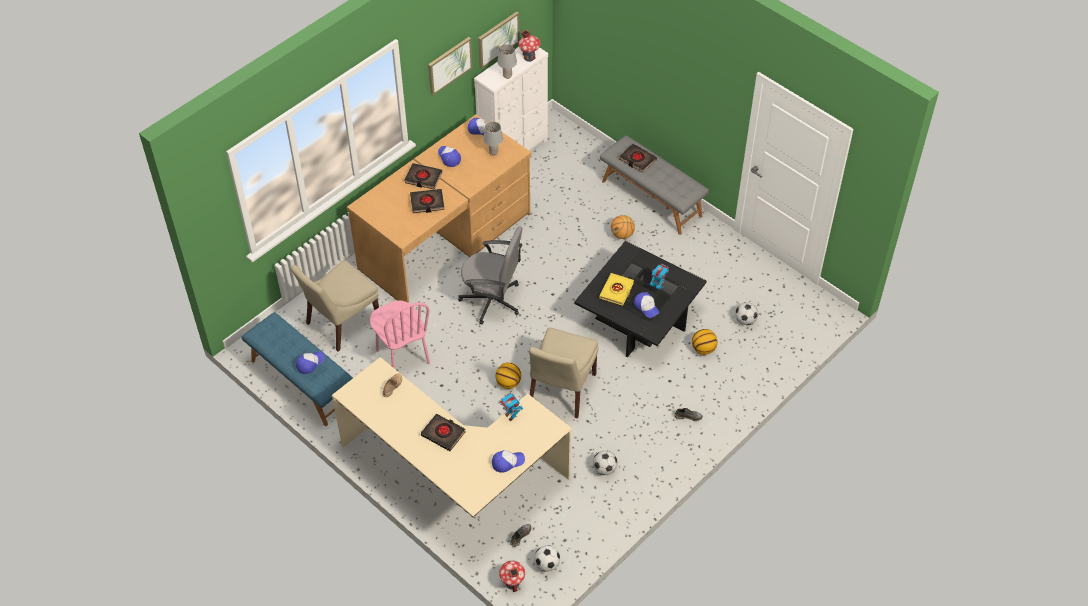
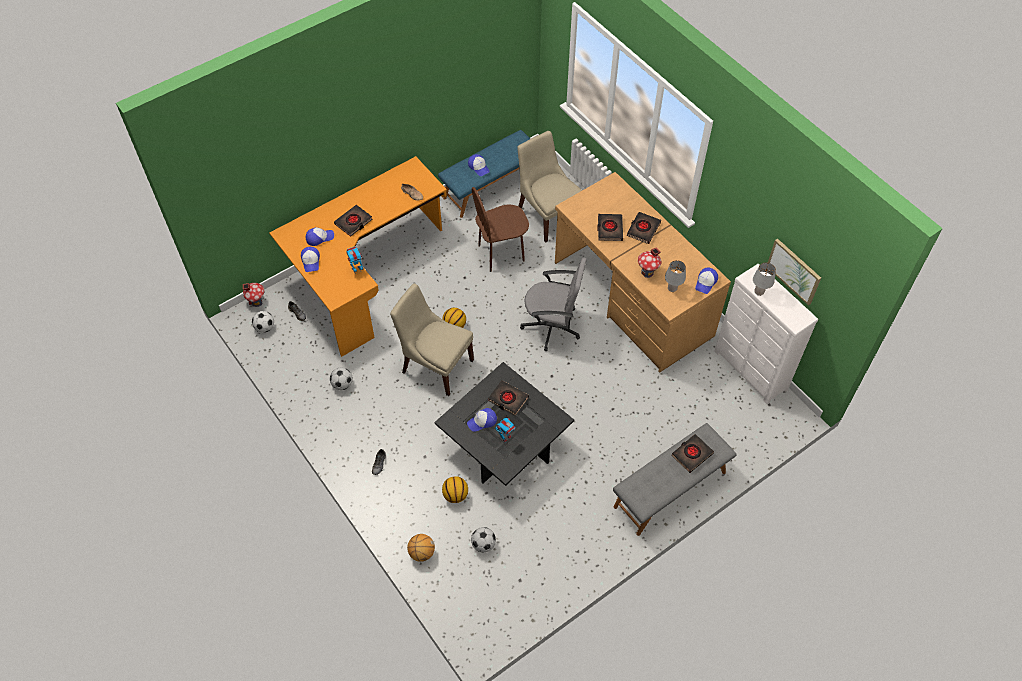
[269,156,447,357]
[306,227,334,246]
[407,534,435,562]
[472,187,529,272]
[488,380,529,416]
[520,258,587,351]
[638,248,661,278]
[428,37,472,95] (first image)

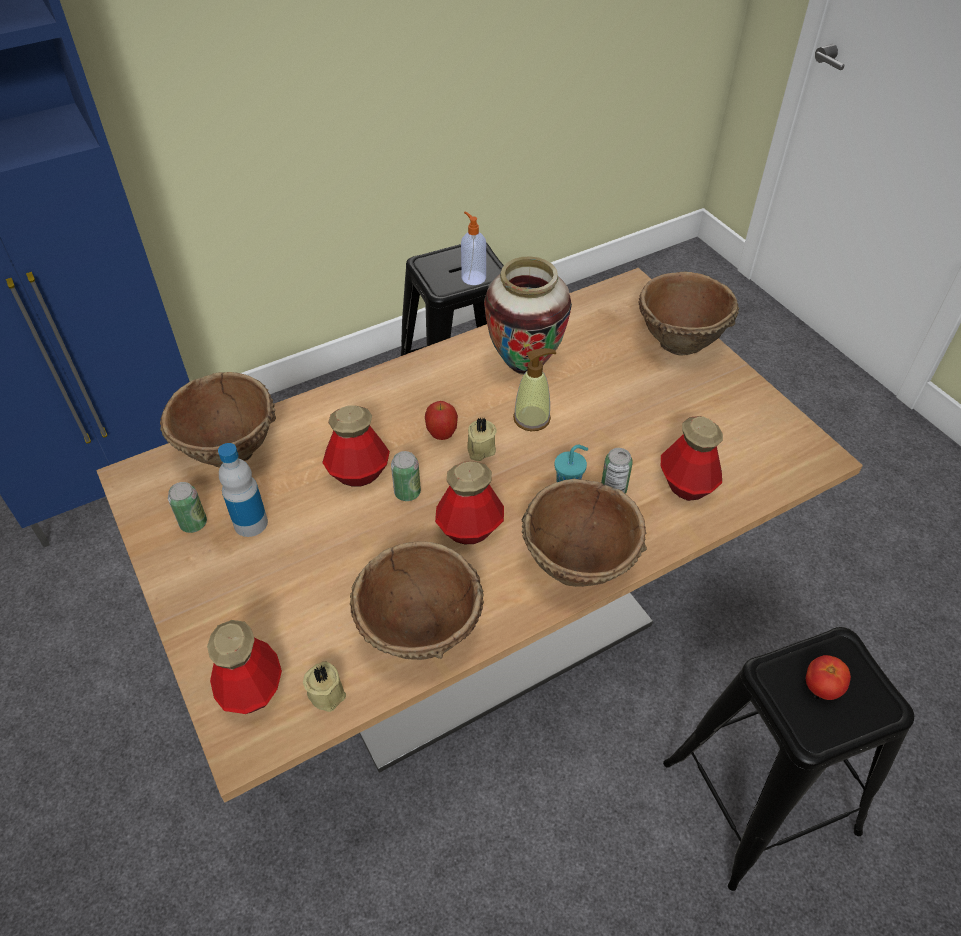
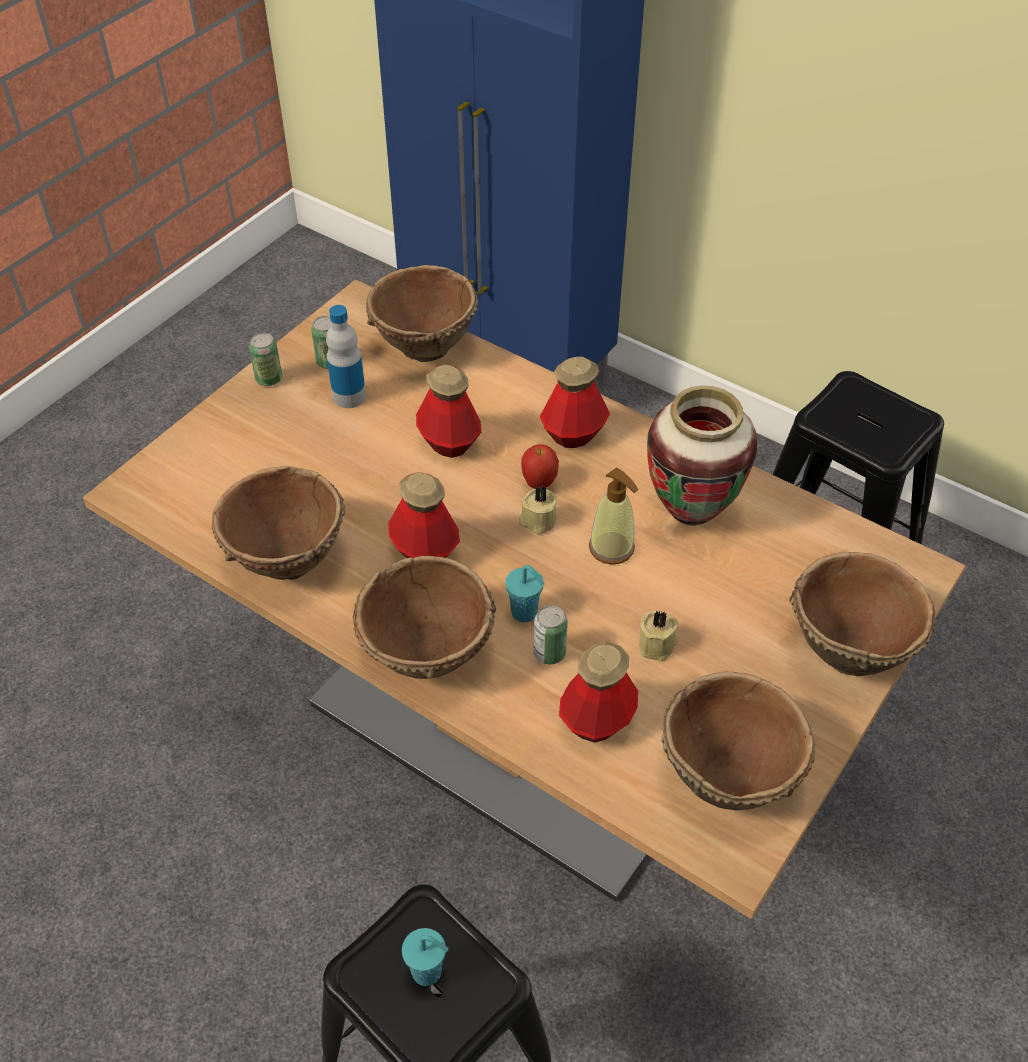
[249,333,282,386]
[402,928,449,986]
[540,357,610,448]
[639,611,678,662]
[661,671,815,810]
[461,211,486,285] (first image)

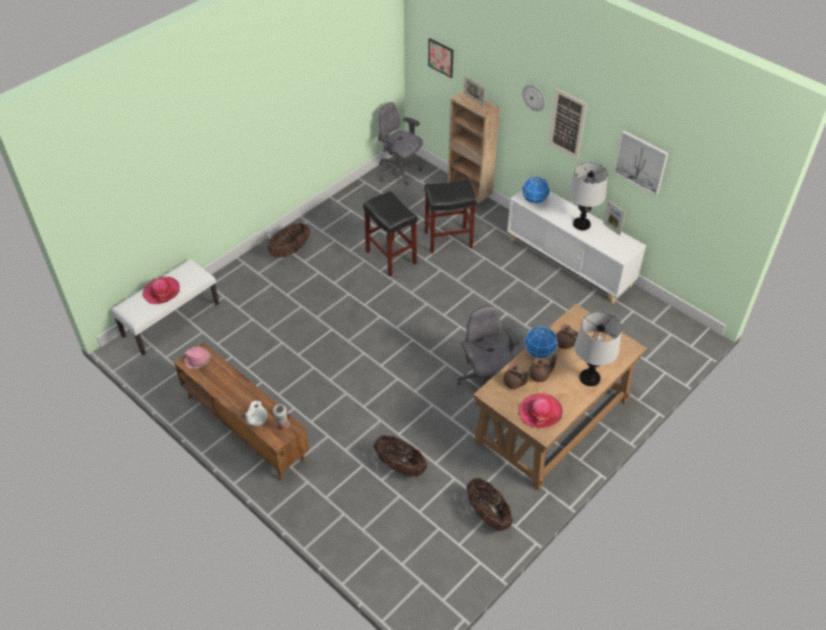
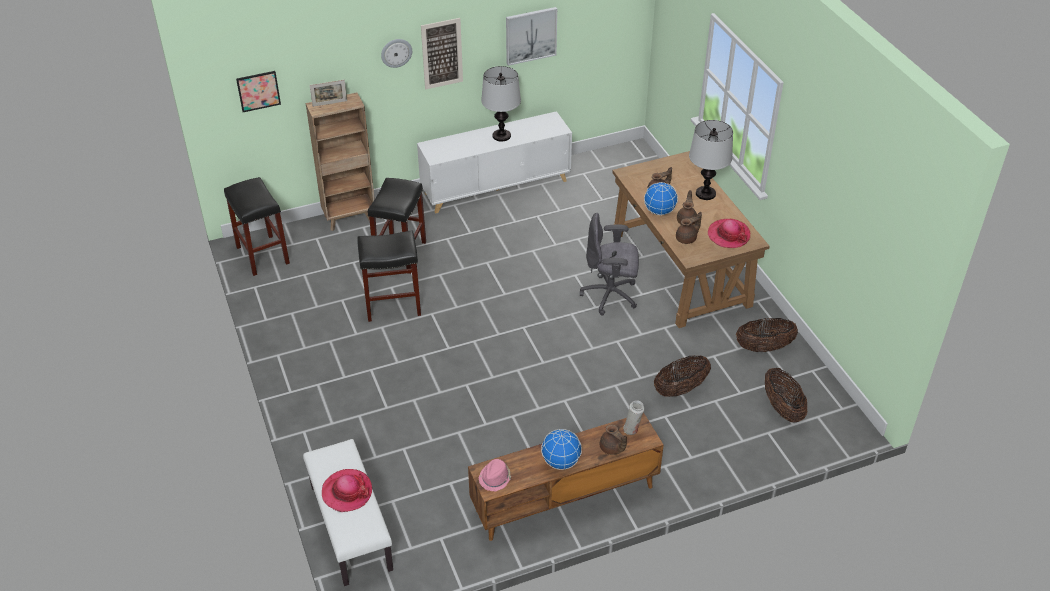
[224,177,290,276]
[541,429,582,470]
[600,424,627,455]
[765,368,807,422]
[603,201,626,236] (first image)

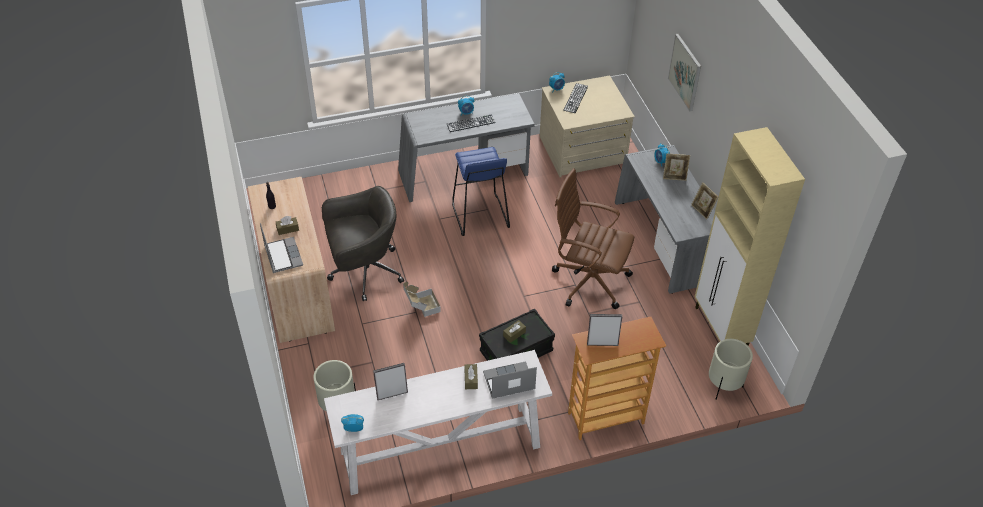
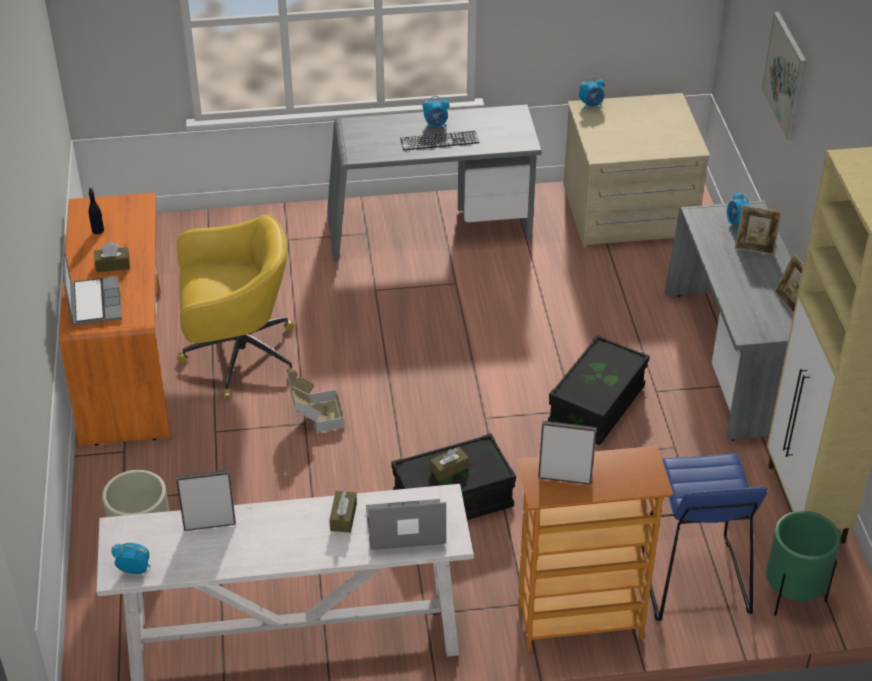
[59,193,170,446]
[177,215,297,399]
[548,335,650,446]
[641,453,767,621]
[766,511,840,616]
[563,83,588,113] (first image)

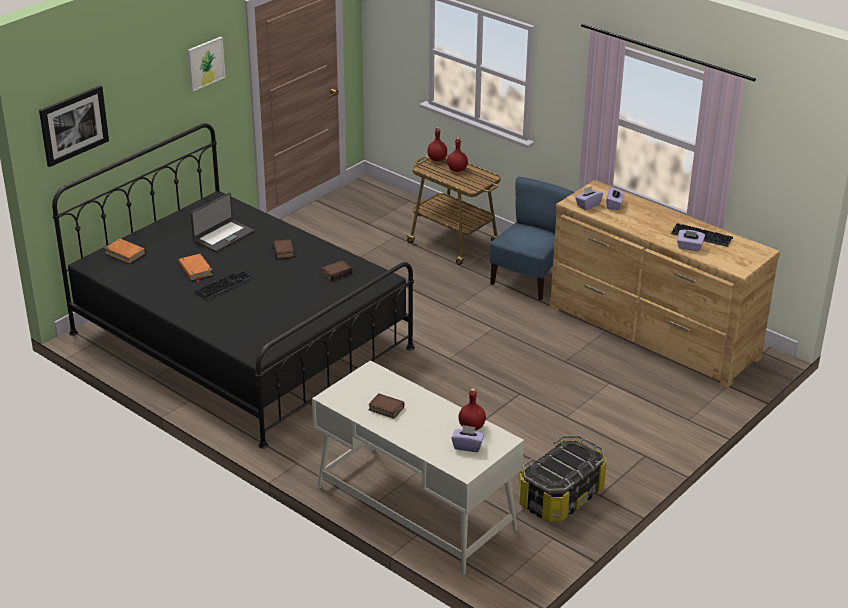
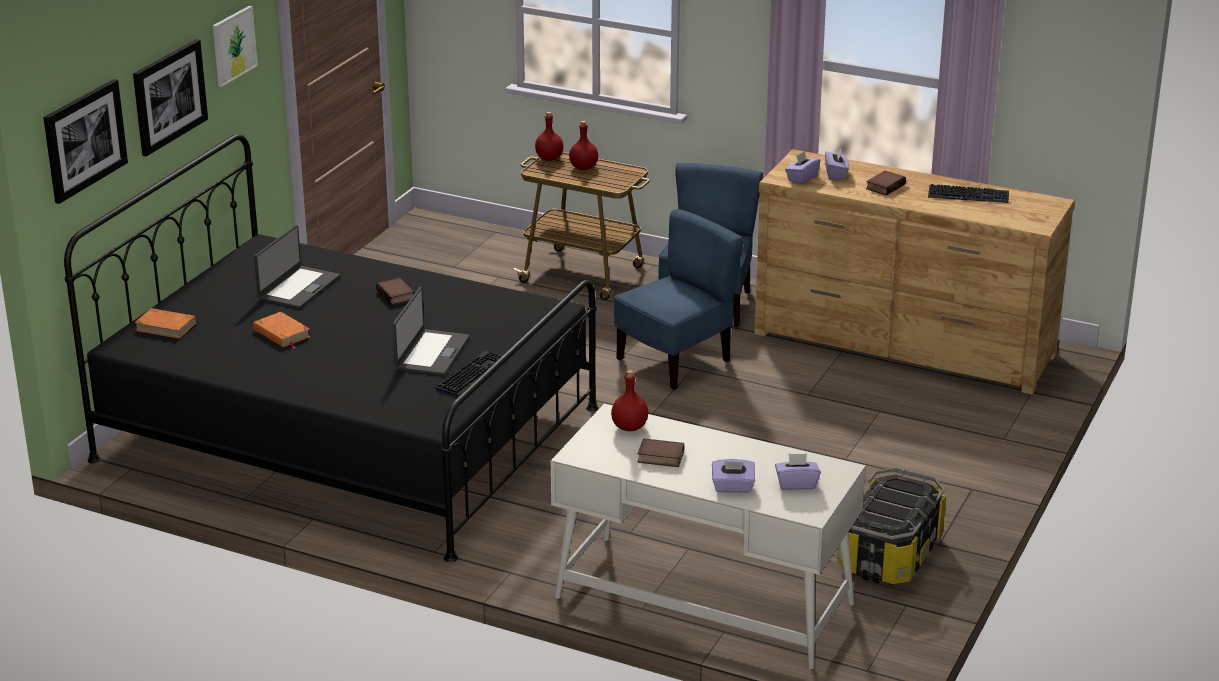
[133,39,208,156]
[392,287,469,375]
[436,350,502,396]
[611,370,648,431]
[614,209,744,390]
[712,459,755,493]
[866,171,906,196]

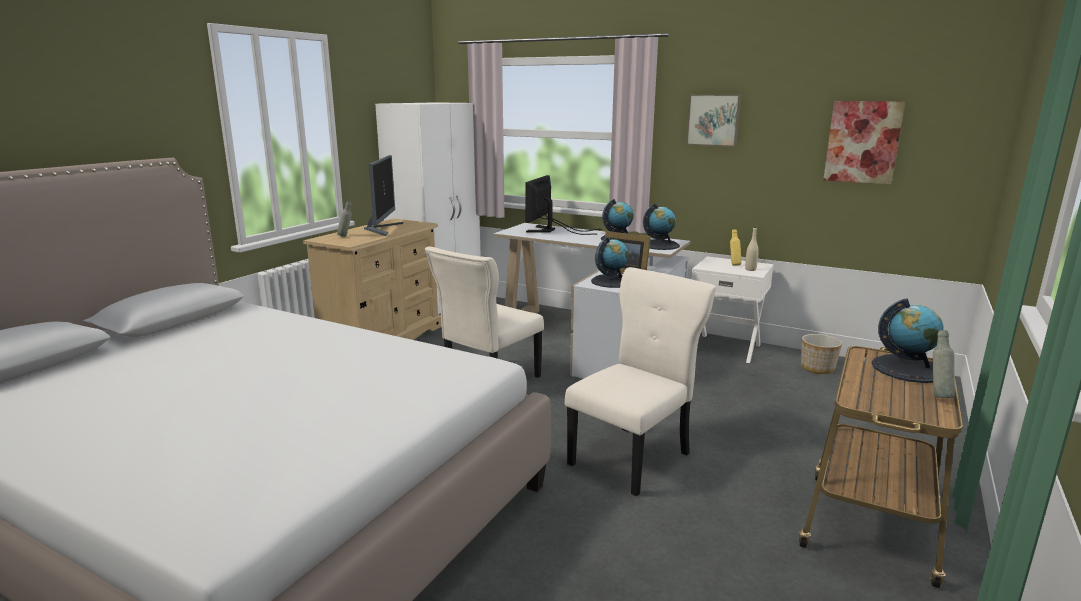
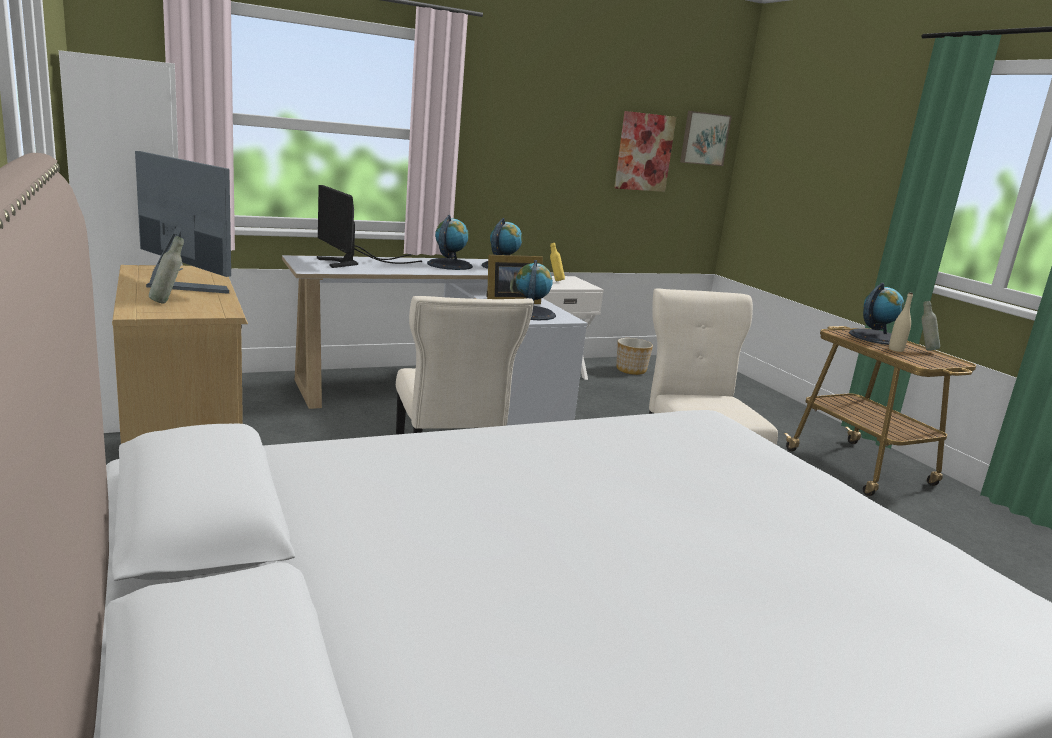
[680,111,732,166]
[889,292,913,352]

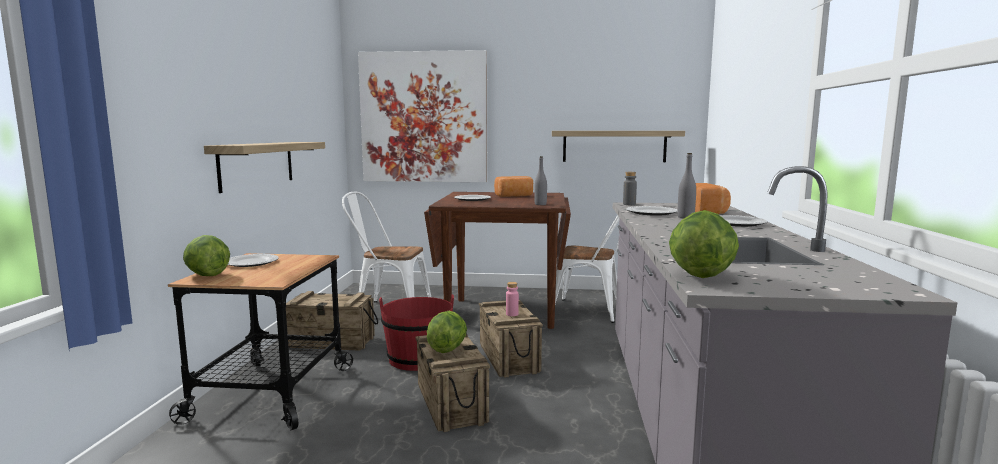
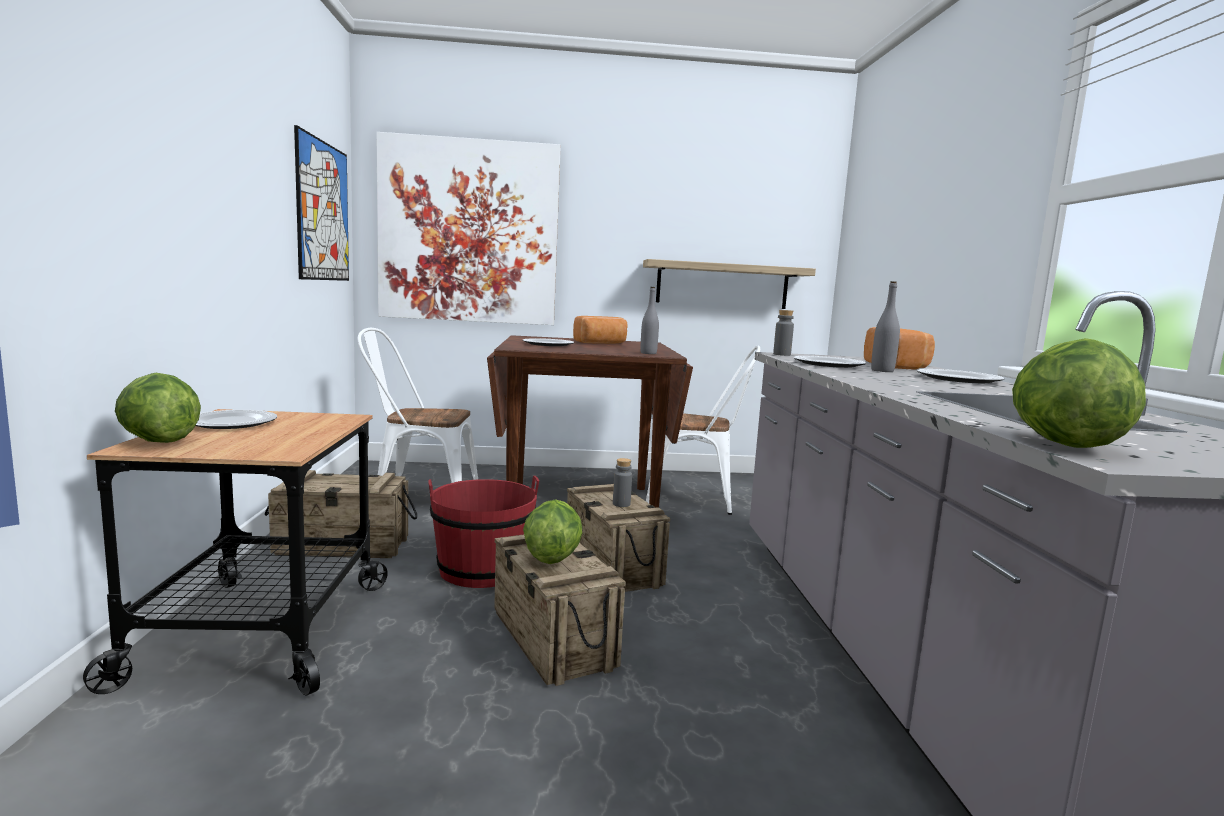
[294,125,349,281]
[613,458,632,507]
[204,142,325,193] (first image)

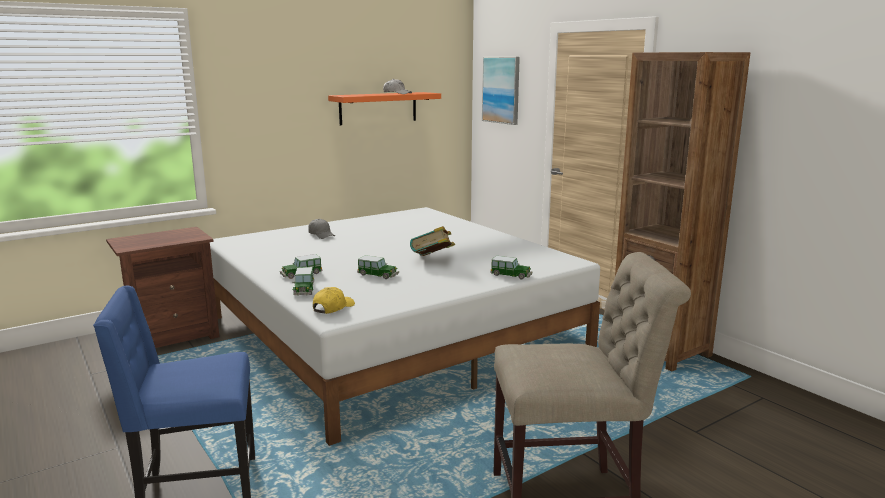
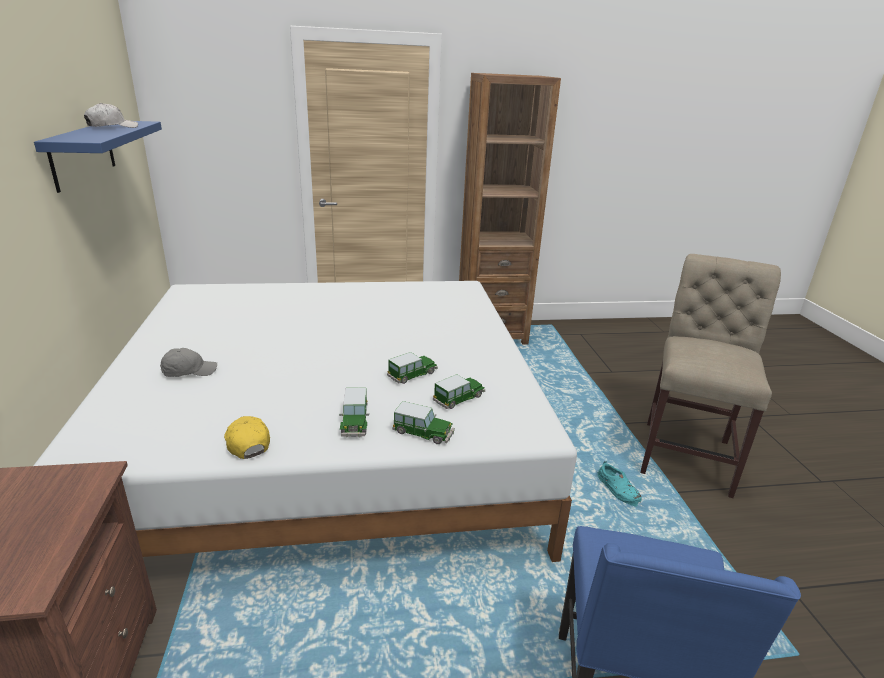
[34,121,162,193]
[224,416,270,459]
[433,374,485,409]
[597,461,642,507]
[410,226,455,256] (first image)
[482,57,520,125] (first image)

